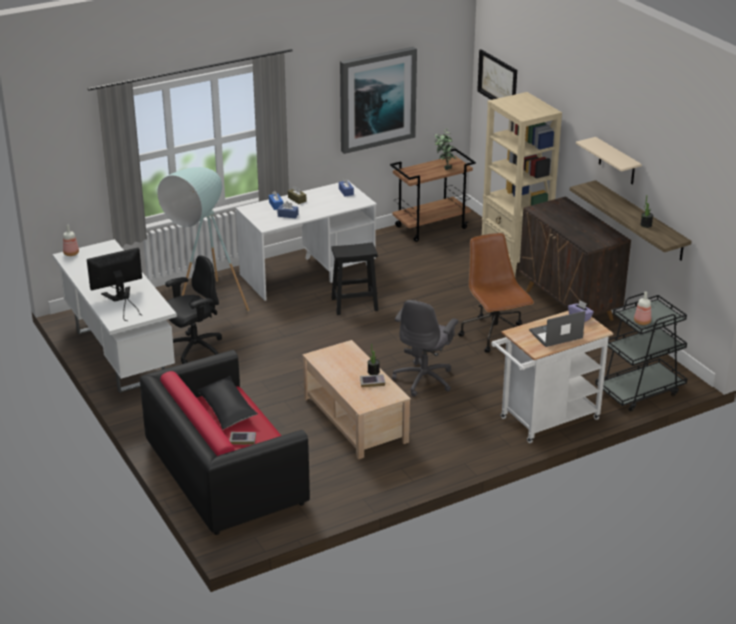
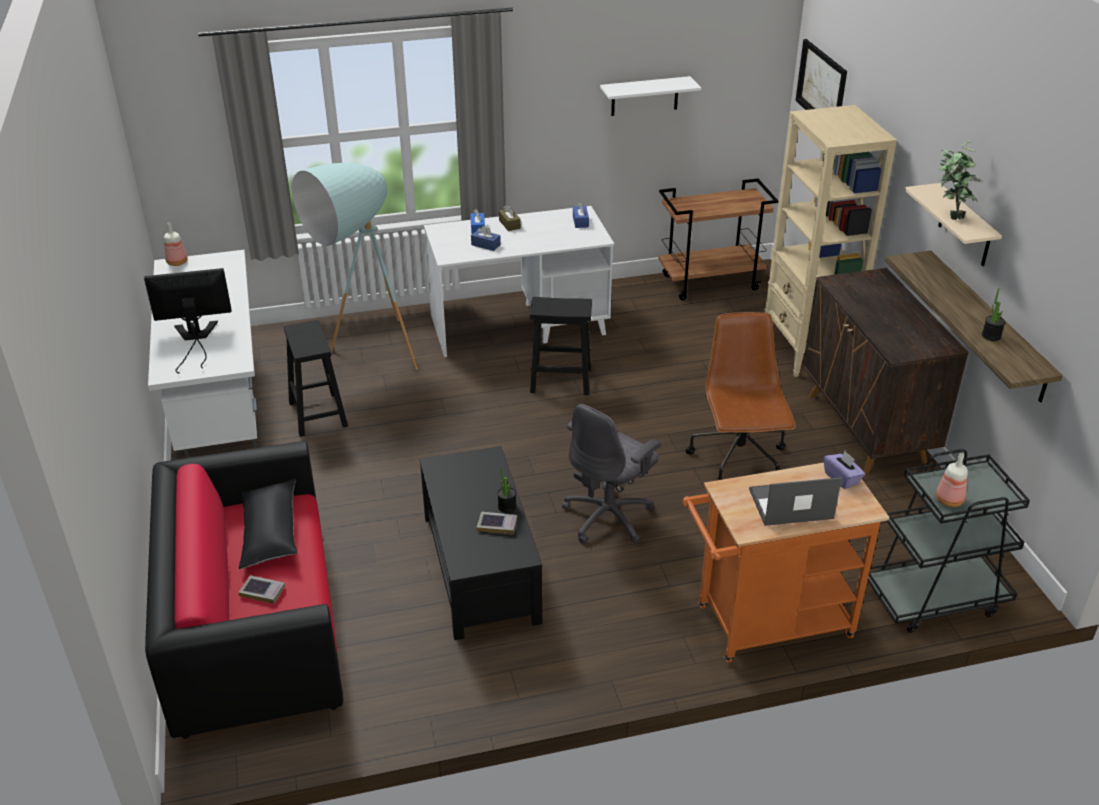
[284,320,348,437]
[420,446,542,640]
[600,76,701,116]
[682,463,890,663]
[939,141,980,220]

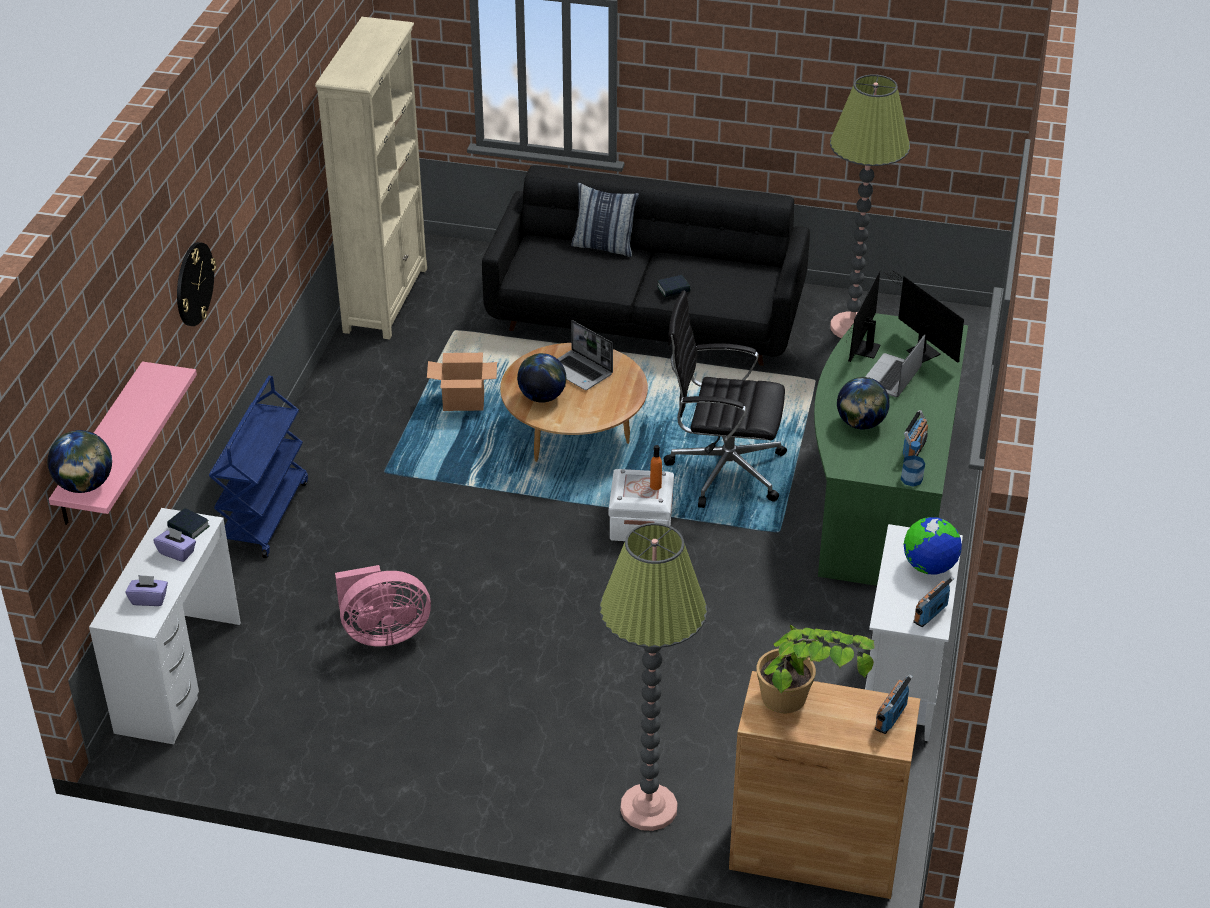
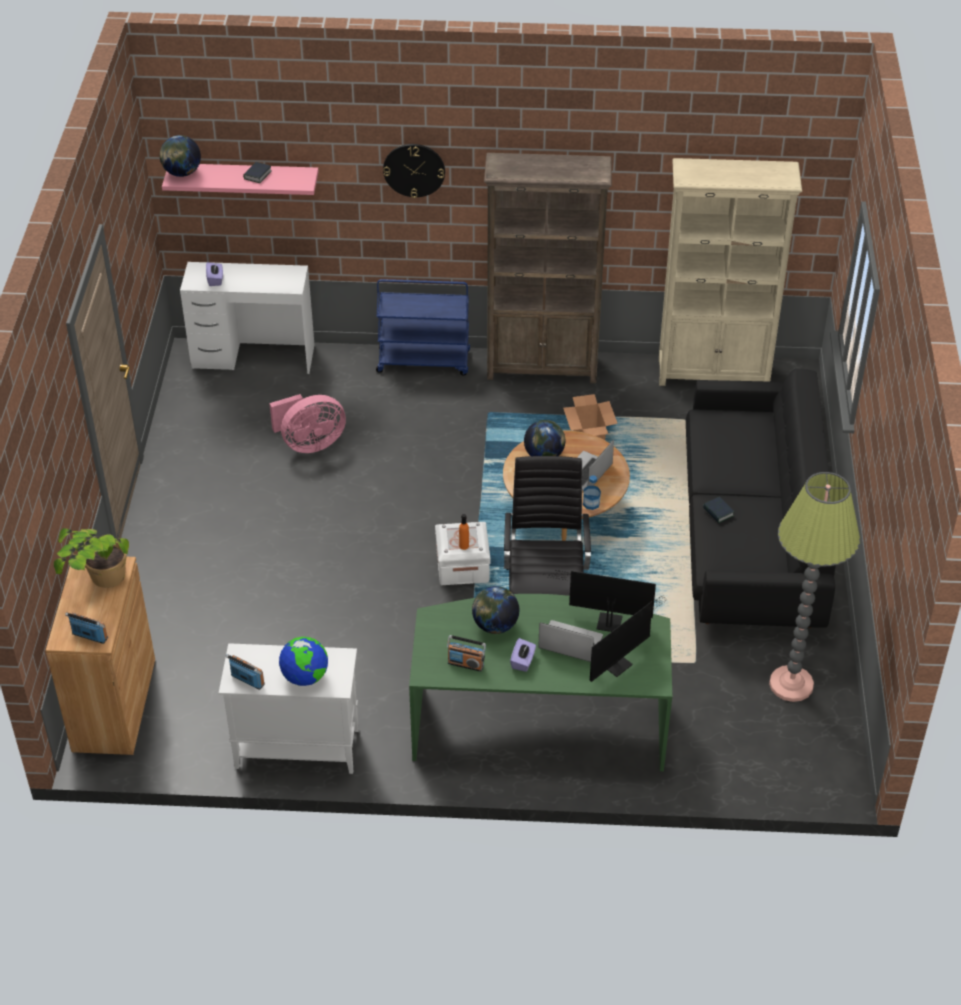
[243,162,272,183]
[269,394,346,453]
[484,153,612,384]
[510,638,536,672]
[583,475,601,510]
[571,183,639,257] (first image)
[600,523,707,831] (first image)

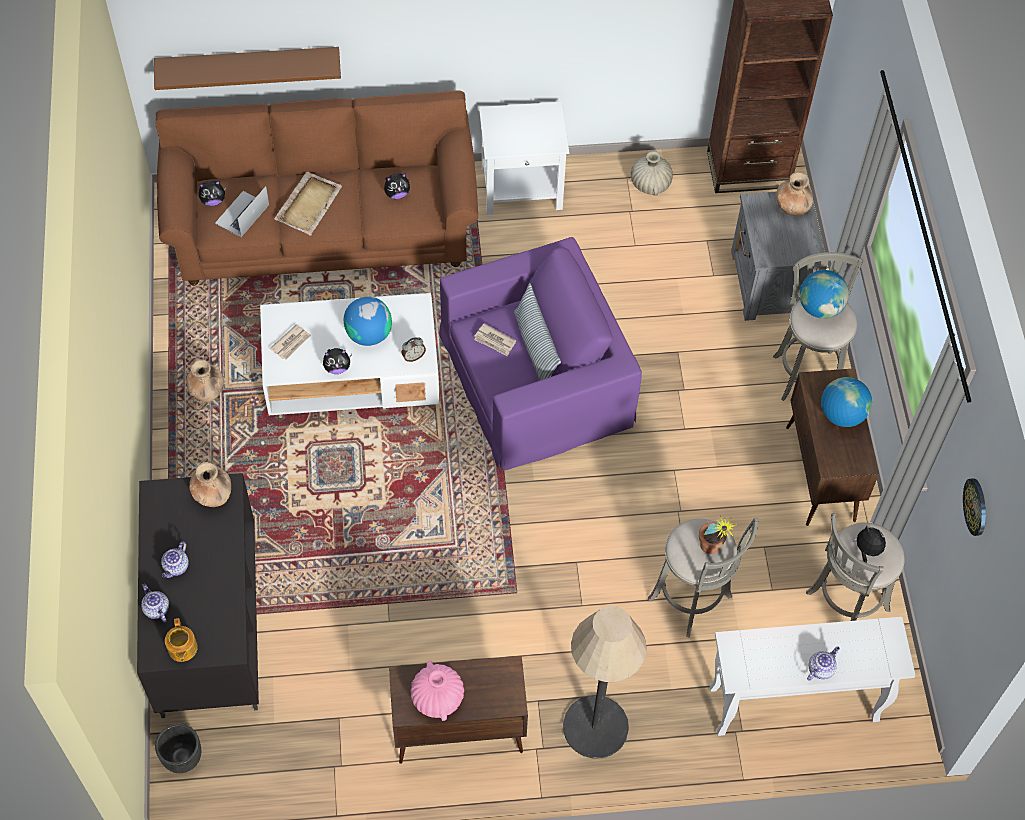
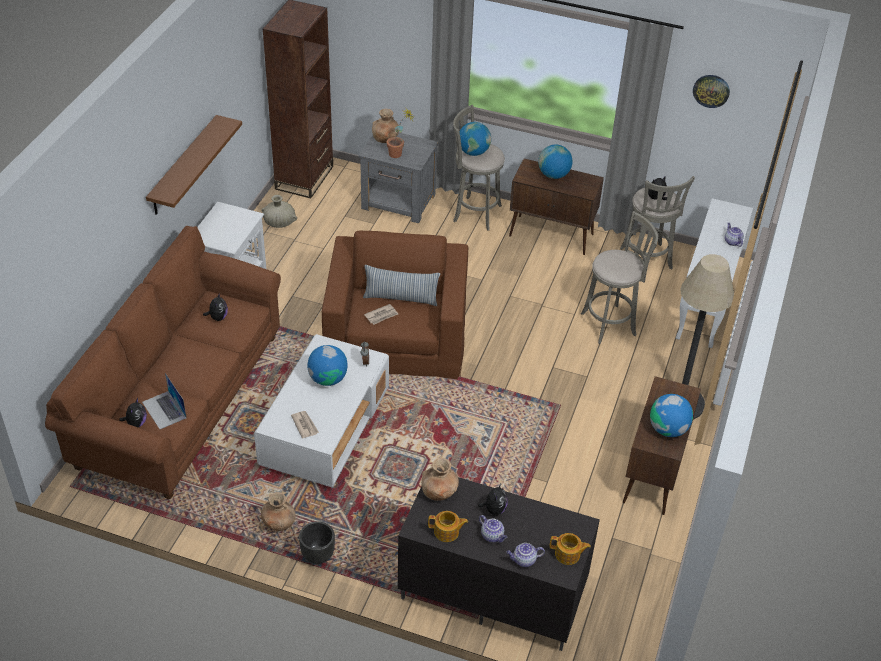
[146,115,242,215]
[299,521,335,564]
[322,231,468,379]
[387,110,414,158]
[428,511,468,542]
[478,483,508,515]
[650,394,693,437]
[274,172,342,235] (first image)

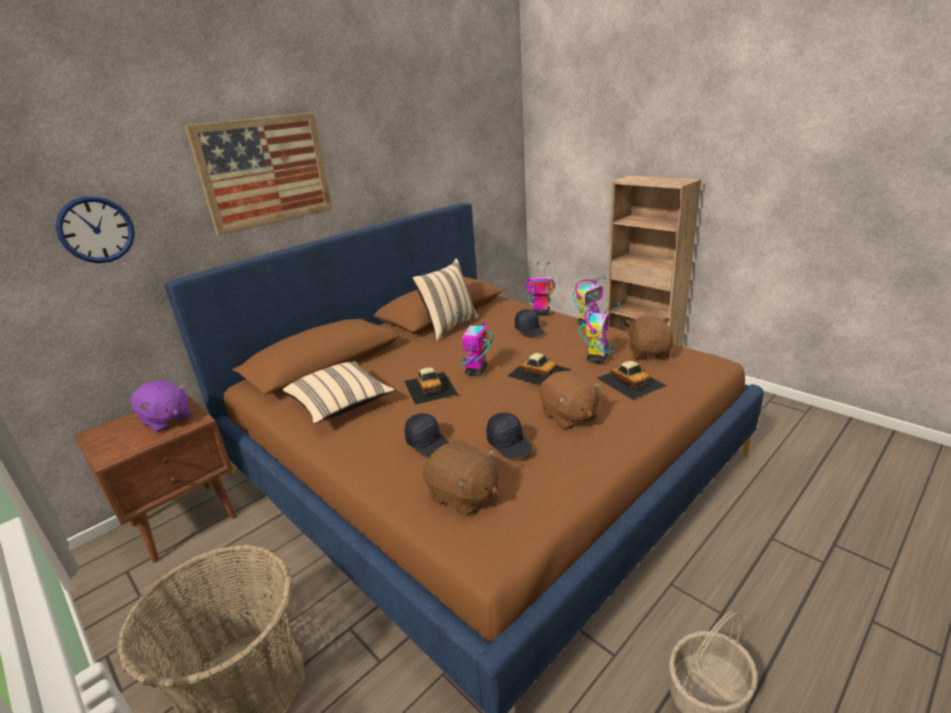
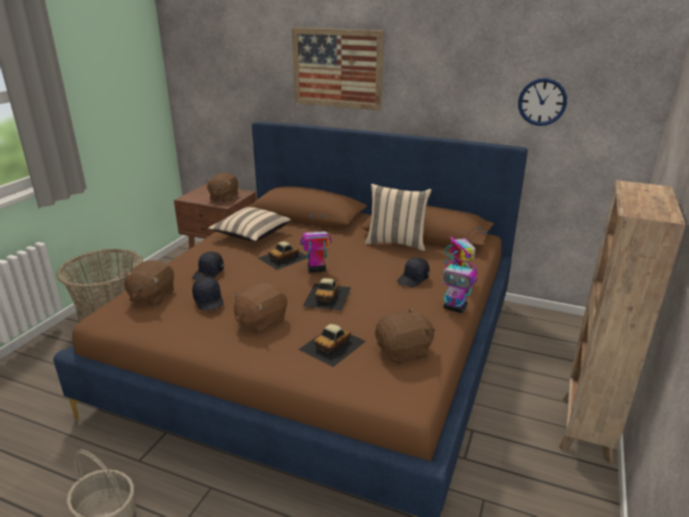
[192,277,223,310]
[205,172,238,202]
[518,78,567,126]
[579,303,621,363] (first image)

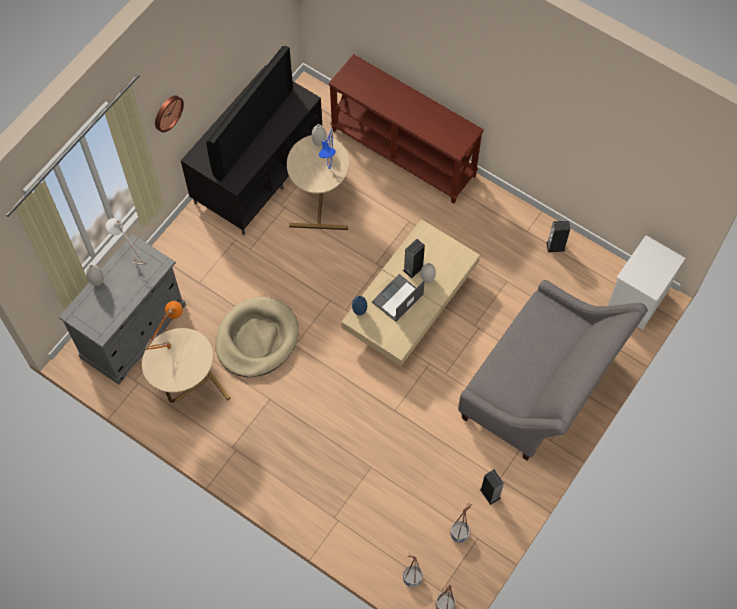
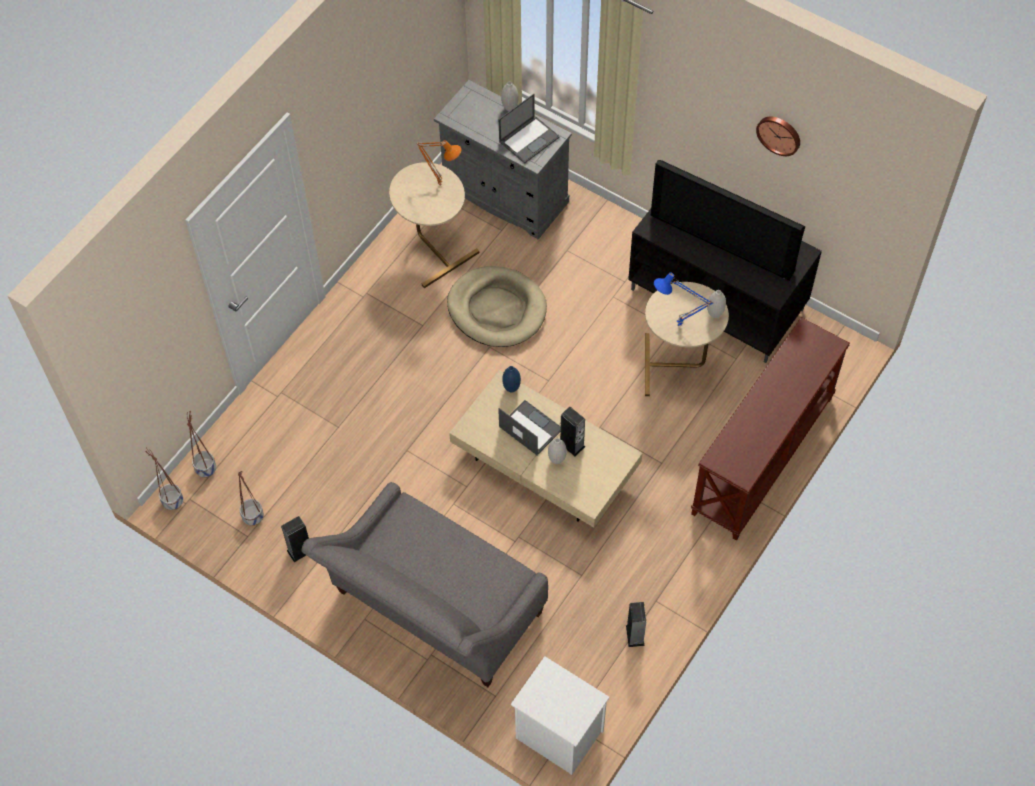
[499,94,560,164]
[756,116,800,156]

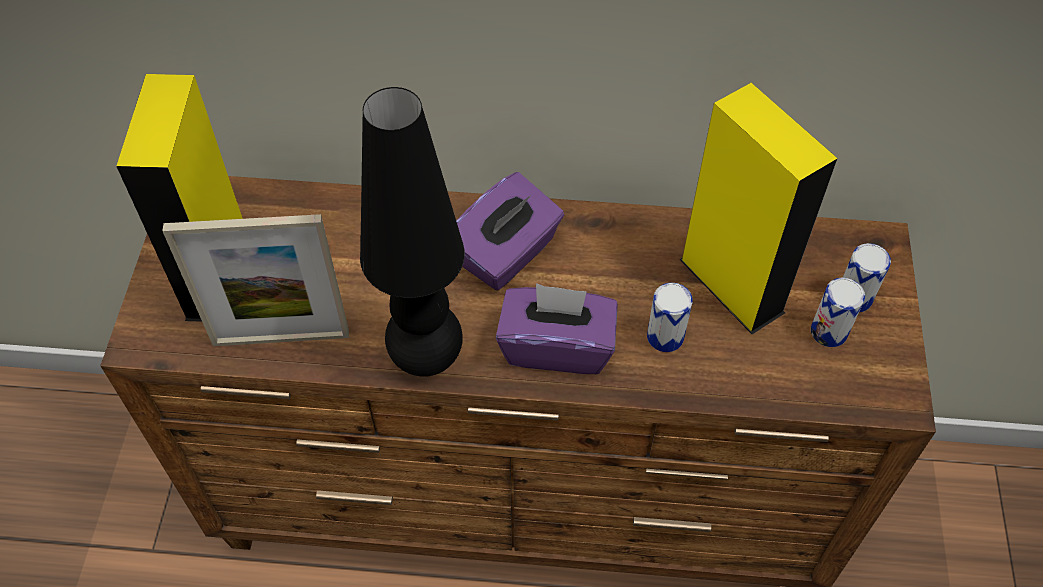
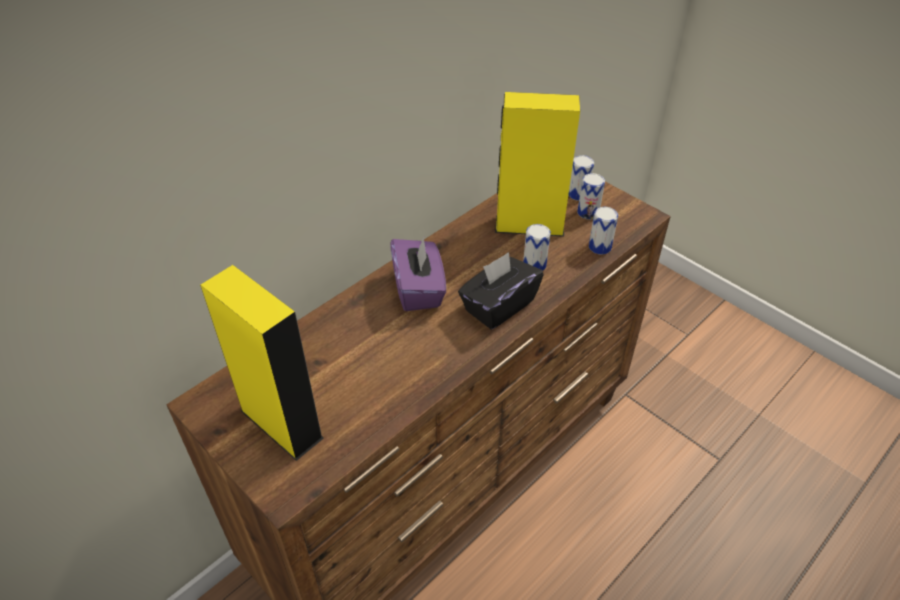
[458,252,544,329]
[589,207,618,255]
[162,214,349,346] (first image)
[360,87,465,377] (first image)

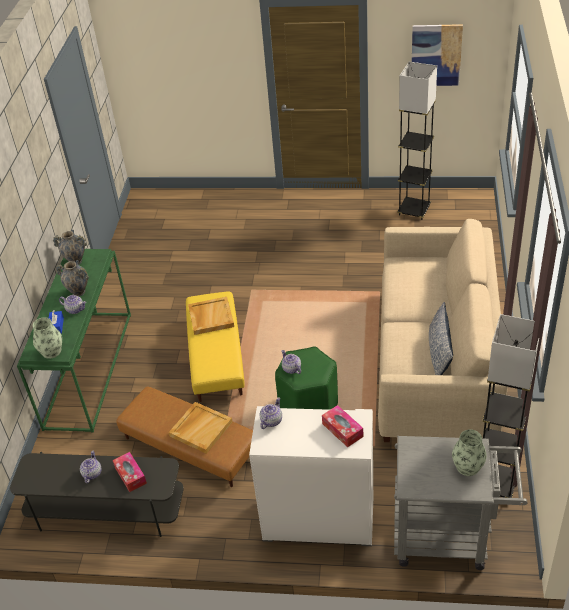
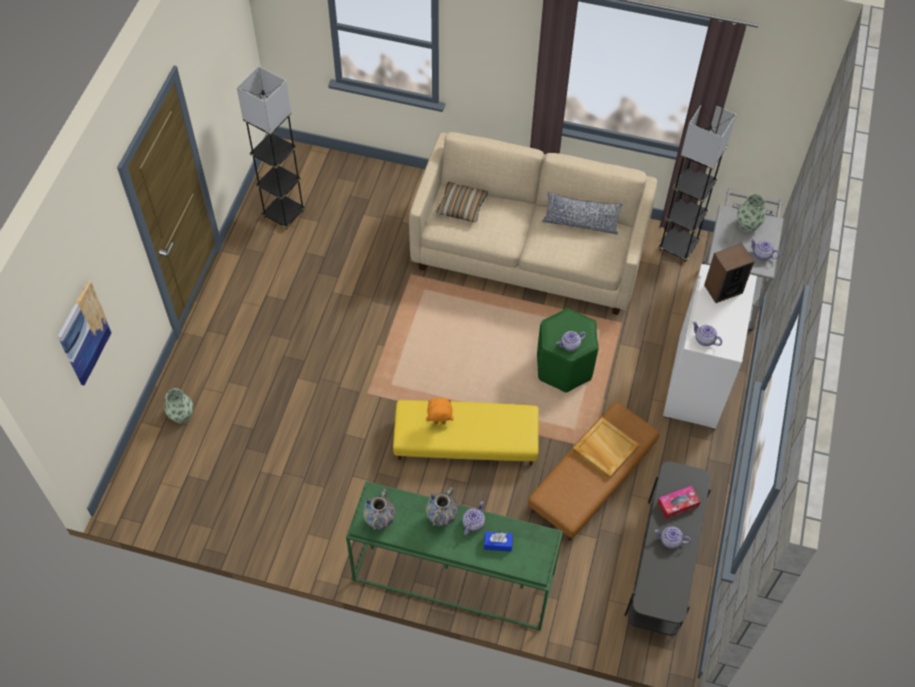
[58,281,112,386]
[165,388,193,423]
[426,398,454,424]
[436,182,488,222]
[704,243,754,303]
[750,239,780,260]

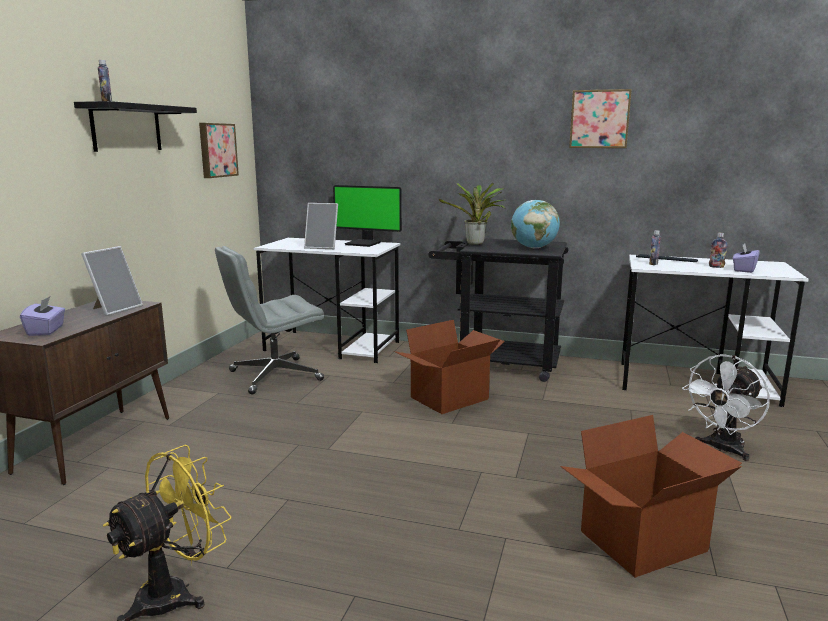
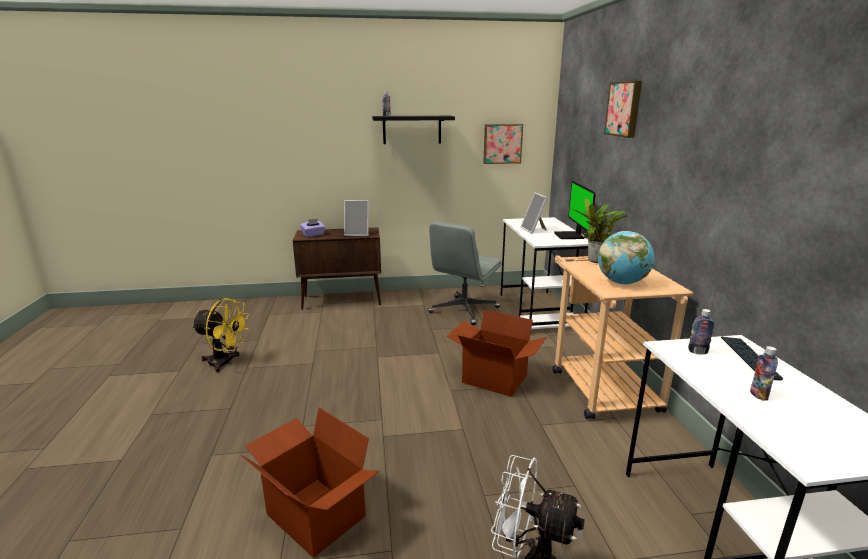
[428,222,502,325]
[552,255,693,419]
[604,81,642,138]
[733,244,760,273] (first image)

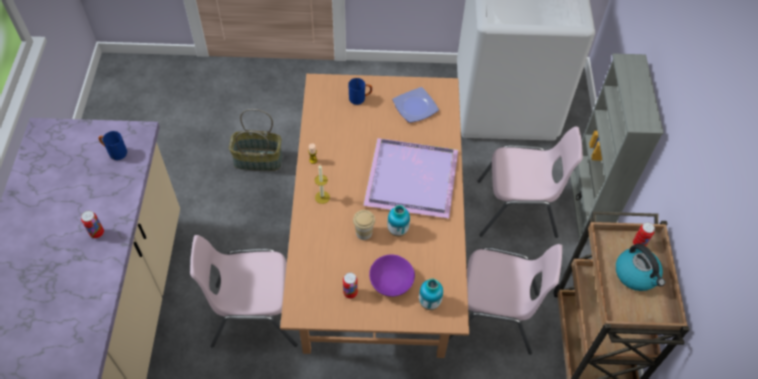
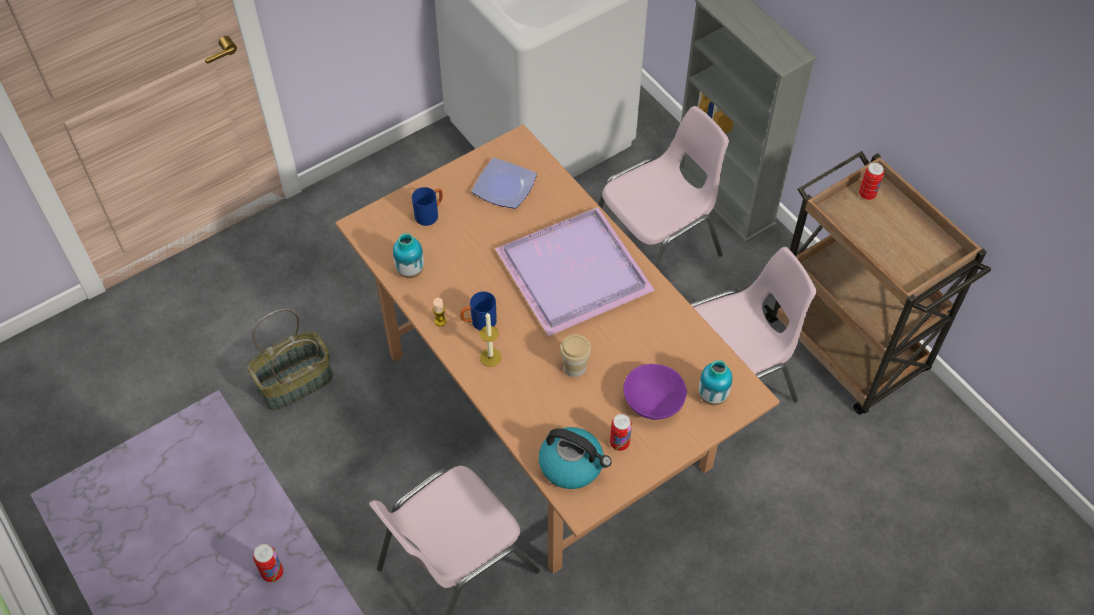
[393,233,424,278]
[460,292,497,331]
[539,427,612,489]

